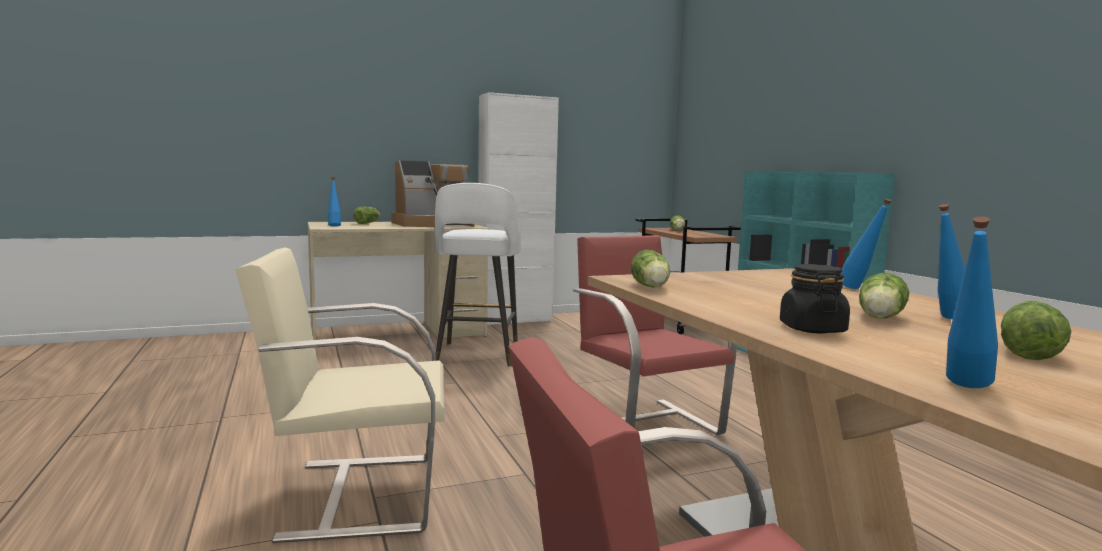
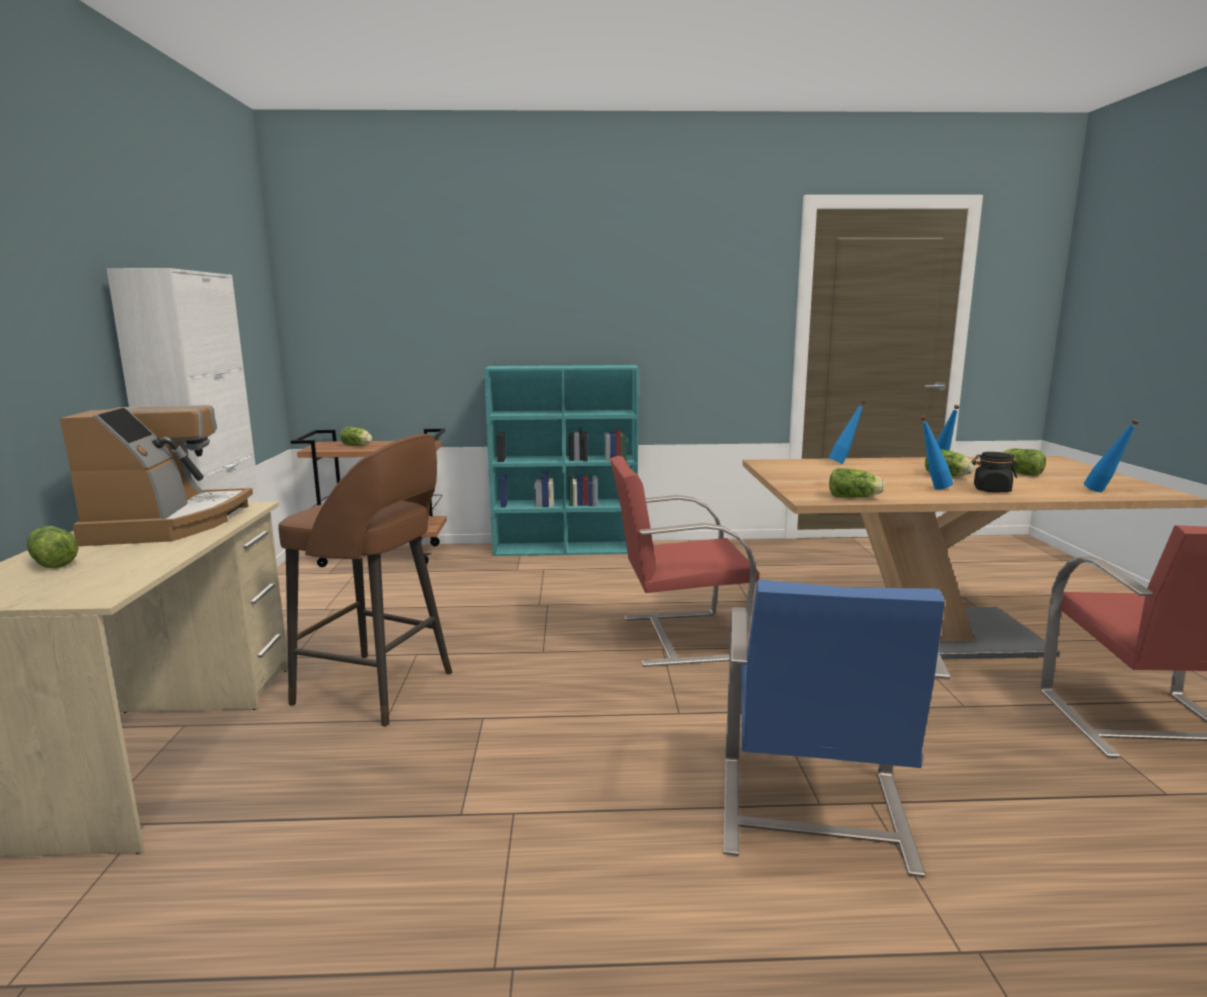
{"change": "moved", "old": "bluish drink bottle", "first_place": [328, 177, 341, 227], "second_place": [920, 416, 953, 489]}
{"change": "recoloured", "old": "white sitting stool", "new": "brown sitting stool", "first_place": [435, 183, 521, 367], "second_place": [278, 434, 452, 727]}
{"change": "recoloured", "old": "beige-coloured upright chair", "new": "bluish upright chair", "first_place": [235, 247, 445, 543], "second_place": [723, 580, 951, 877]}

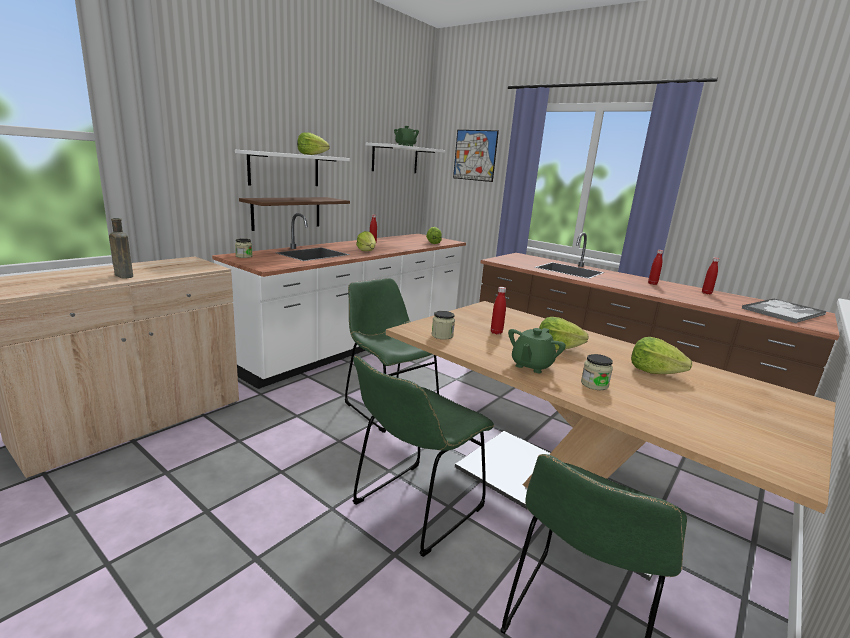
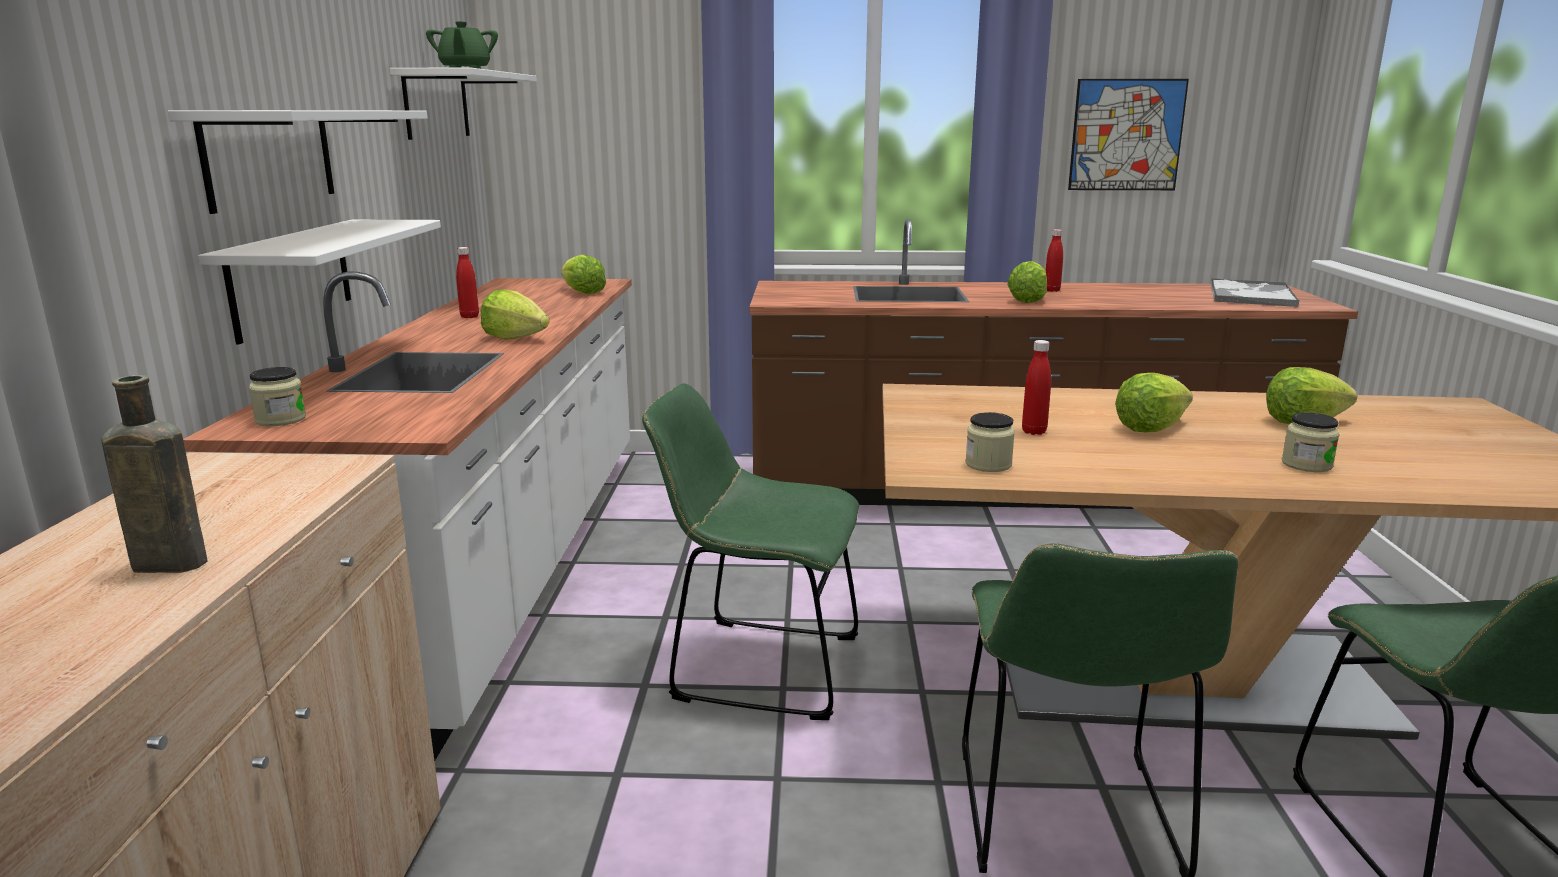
{"change": "moved", "old": "picture", "first_place": [453, 130, 499, 182], "second_place": [1068, 79, 1189, 190]}
{"change": "moved", "old": "lettuce", "first_place": [297, 132, 330, 155], "second_place": [1007, 261, 1047, 303]}
{"change": "recoloured", "old": "brown bracket shelf", "new": "white bracket shelf", "first_place": [239, 197, 350, 231], "second_place": [198, 220, 441, 345]}
{"change": "removed", "old": "reddish drink bottle", "first_place": [702, 258, 719, 294]}
{"change": "removed", "old": "greenish teapot", "first_place": [508, 328, 566, 373]}

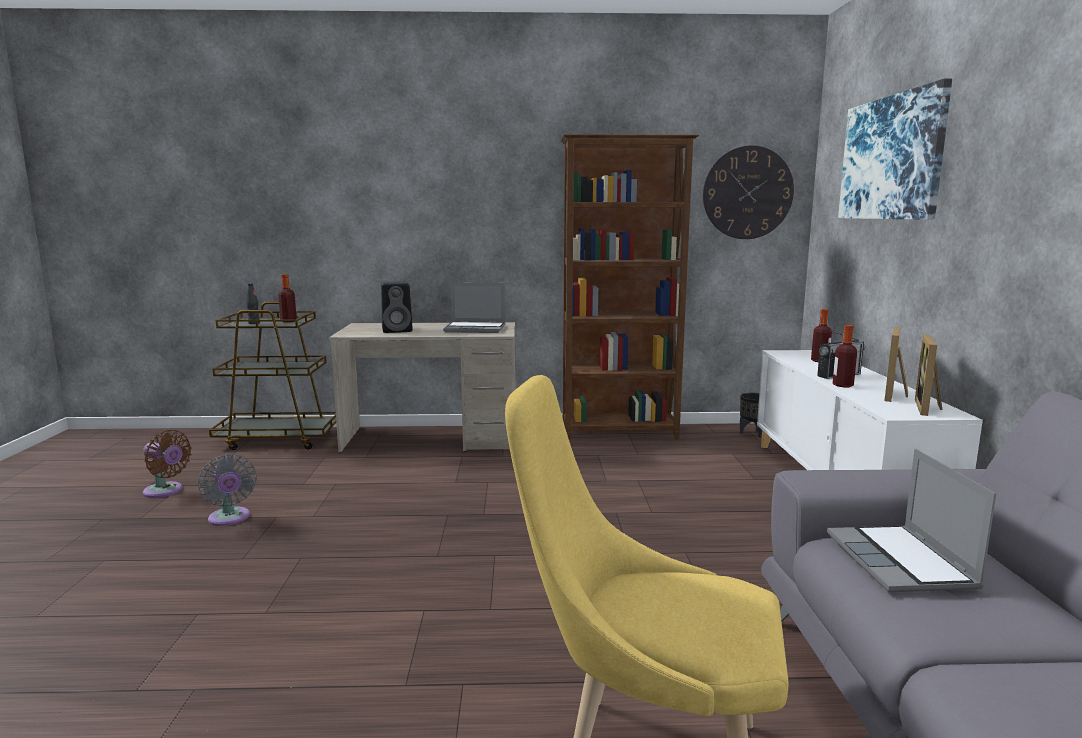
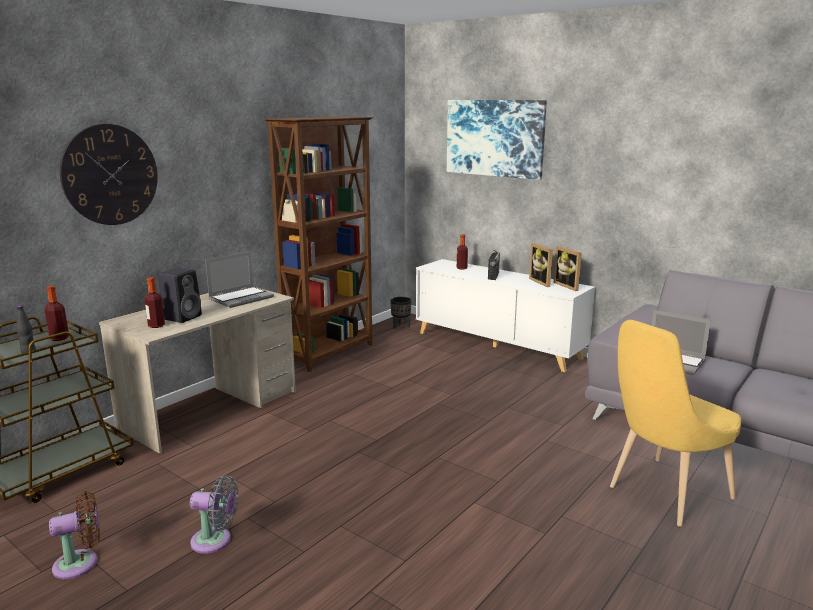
{"change": "moved", "old": "hanging clock", "first_place": [703, 145, 794, 239], "second_place": [60, 124, 158, 225]}
{"change": "moved", "old": "drink bottle", "first_place": [833, 325, 857, 387], "second_place": [145, 277, 165, 328]}

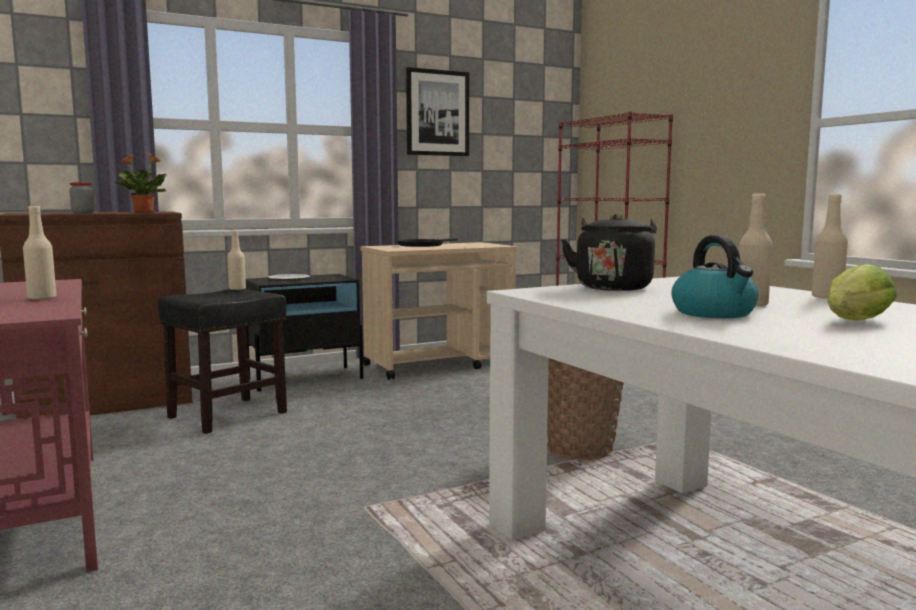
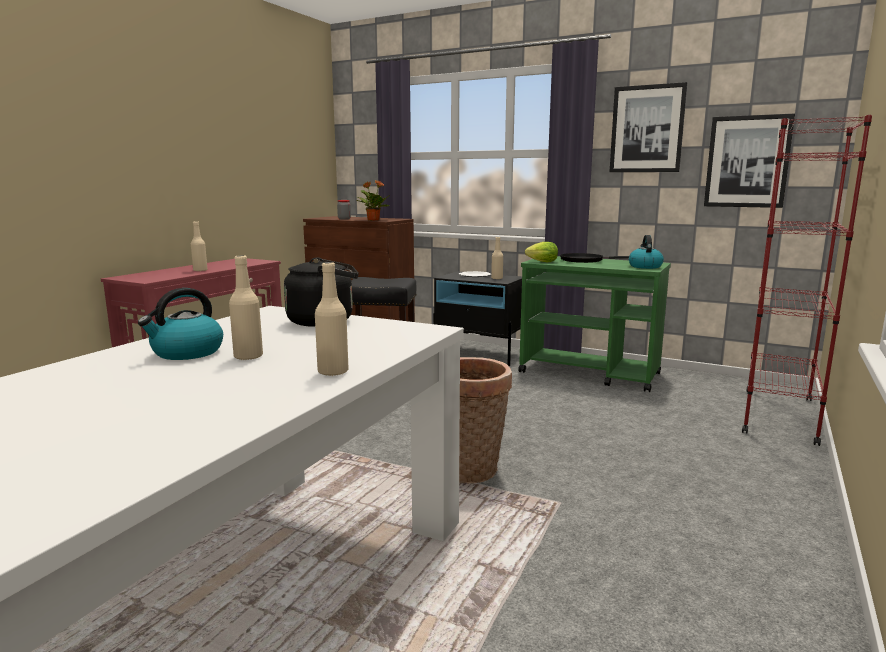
{"change": "moved", "old": "beige-coloured drink bottle", "first_place": [227, 230, 246, 290], "second_place": [491, 237, 503, 279]}
{"change": "recoloured", "old": "beige-coloured wheeled cart", "new": "greenish wheeled cart", "first_place": [361, 242, 518, 380], "second_place": [518, 256, 671, 392]}
{"change": "moved", "old": "lettuce", "first_place": [828, 264, 897, 320], "second_place": [525, 242, 558, 262]}
{"change": "added", "new": "picture", "second_place": [704, 113, 795, 208]}
{"change": "added", "new": "water kettle", "second_place": [629, 235, 664, 269]}

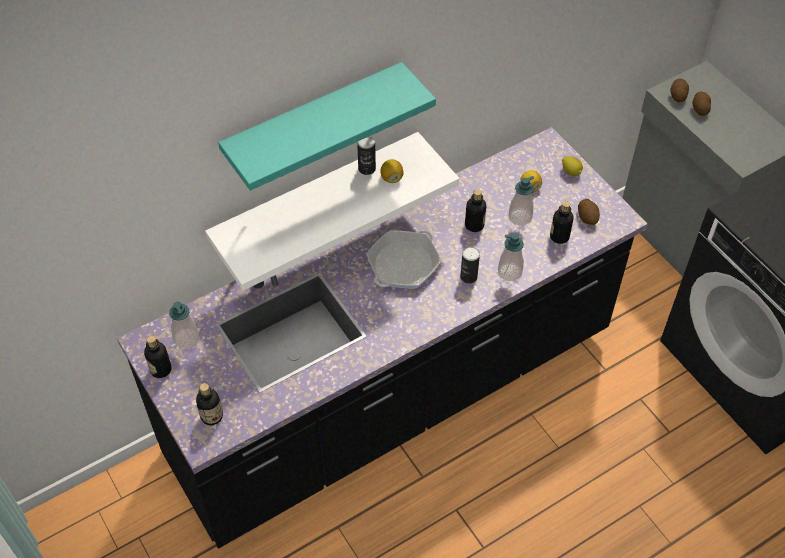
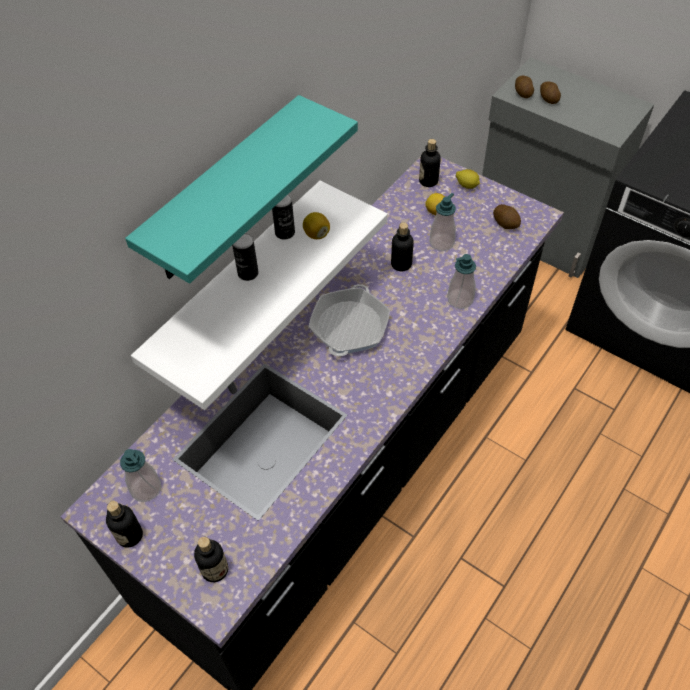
{"change": "moved", "old": "drink bottle", "first_place": [550, 201, 574, 244], "second_place": [419, 139, 441, 187]}
{"change": "moved", "old": "metal can", "first_place": [460, 247, 480, 284], "second_place": [232, 233, 259, 281]}

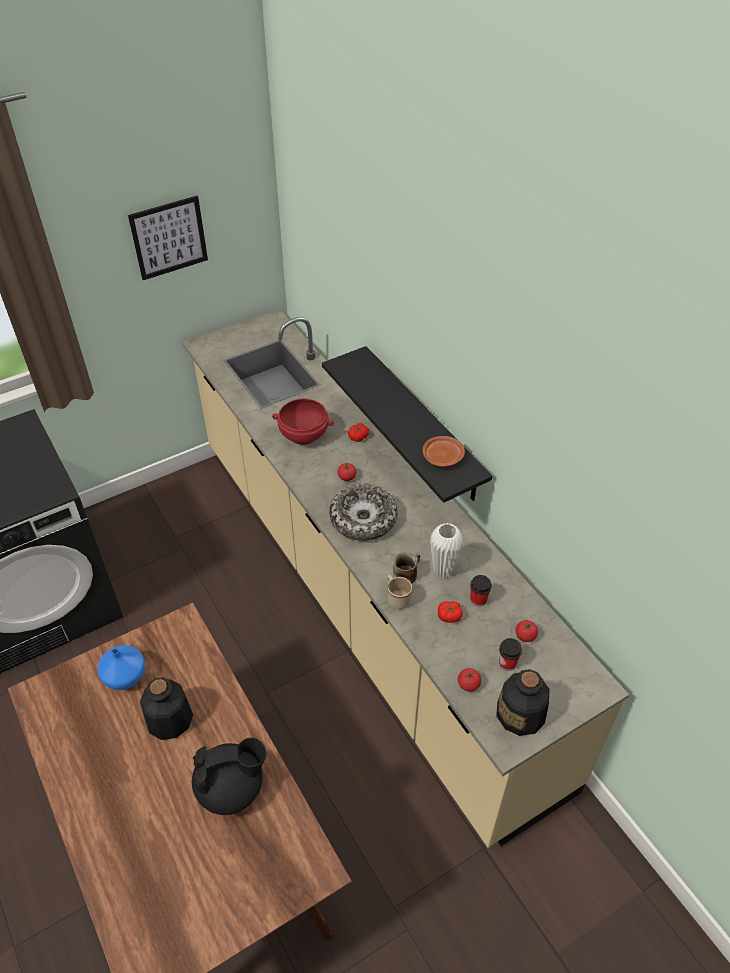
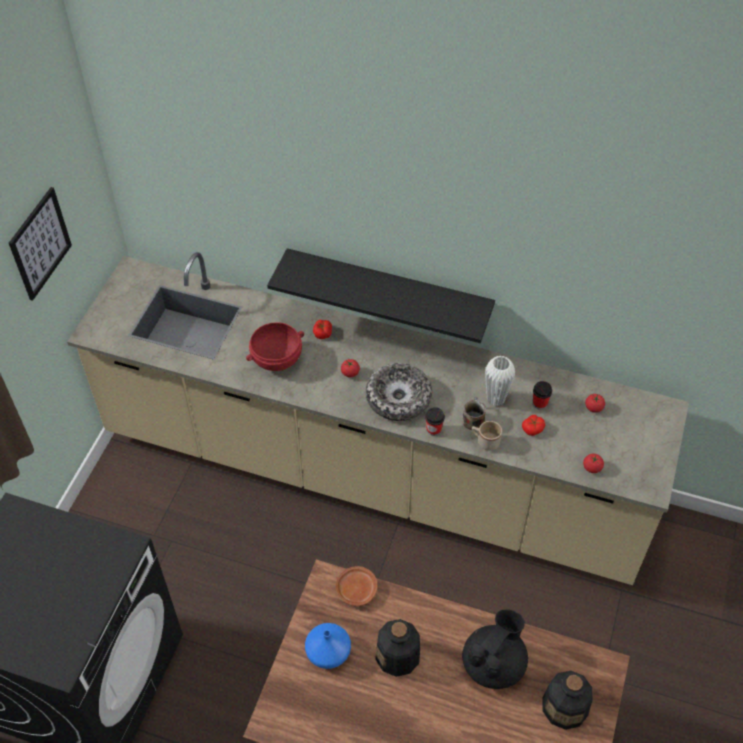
{"change": "moved", "old": "brown plate", "first_place": [423, 436, 465, 467], "second_place": [336, 566, 378, 606]}
{"change": "moved", "old": "small cup", "first_place": [499, 638, 522, 671], "second_place": [425, 407, 445, 436]}
{"change": "moved", "old": "drink bottle", "first_place": [496, 669, 550, 736], "second_place": [543, 670, 592, 730]}

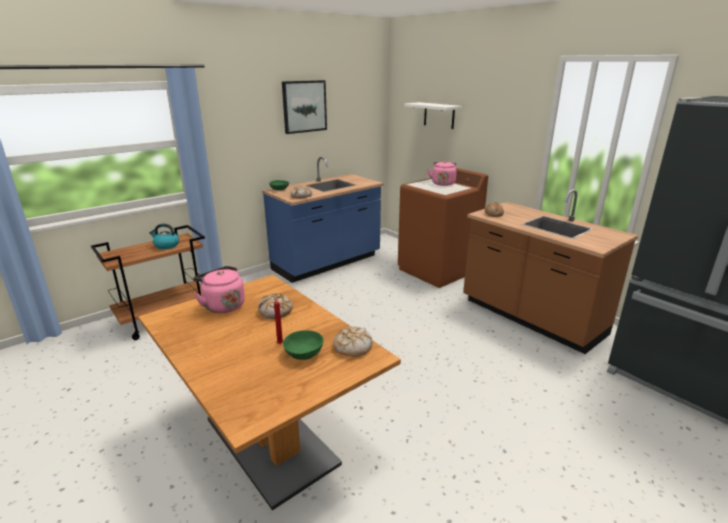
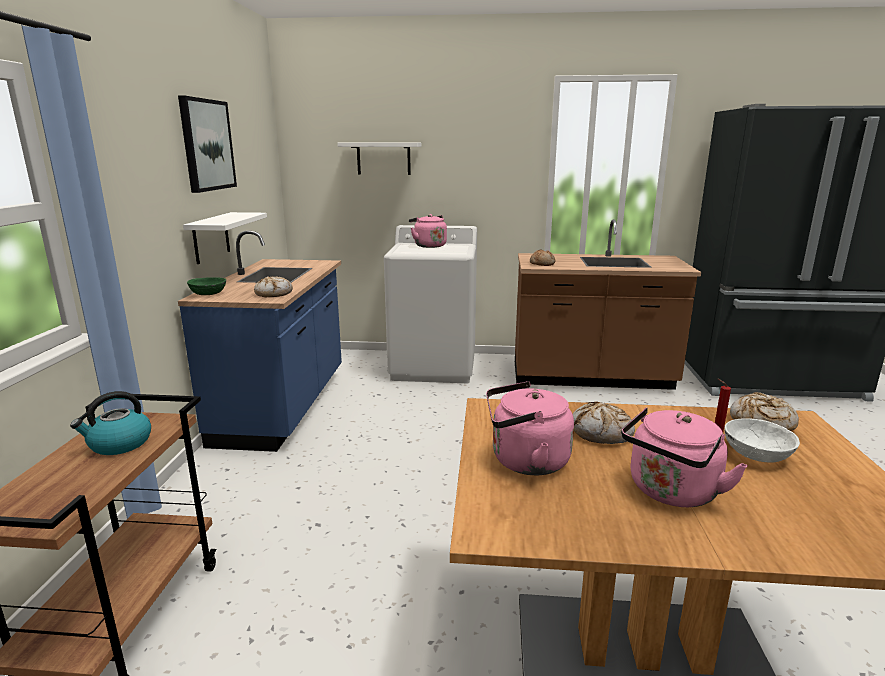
{"change": "recoloured", "old": "brown laundry machine", "new": "white laundry machine", "first_place": [398, 168, 488, 288], "second_place": [384, 225, 477, 383]}
{"change": "recoloured", "old": "greenish bowl", "new": "white bowl", "first_place": [283, 330, 324, 360], "second_place": [724, 418, 800, 463]}
{"change": "added", "new": "white bracket shelf", "second_place": [183, 212, 267, 264]}
{"change": "added", "new": "pink water kettle", "second_place": [621, 407, 748, 507]}

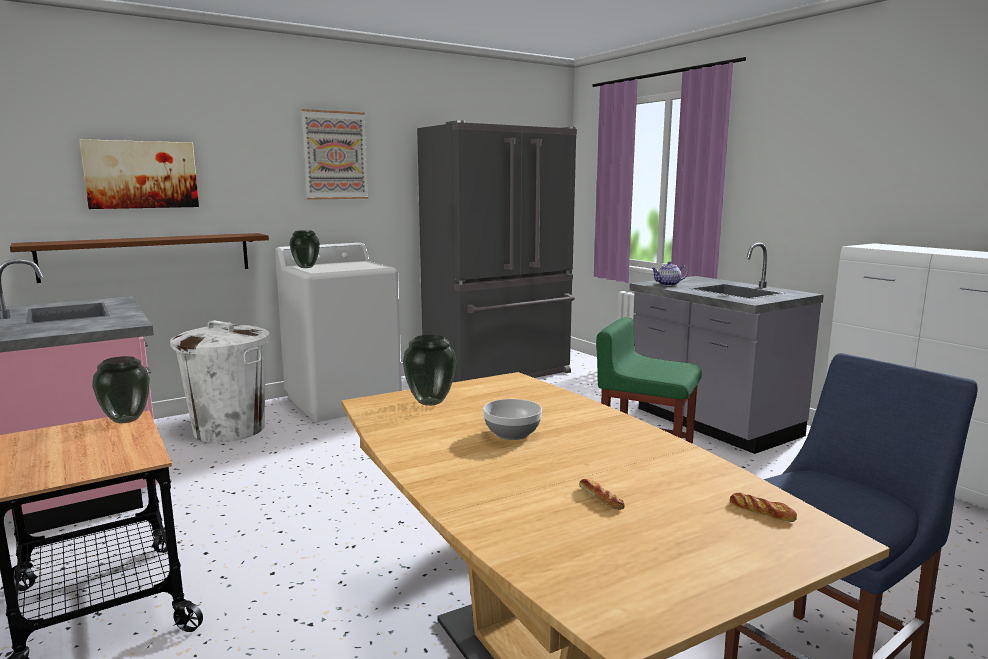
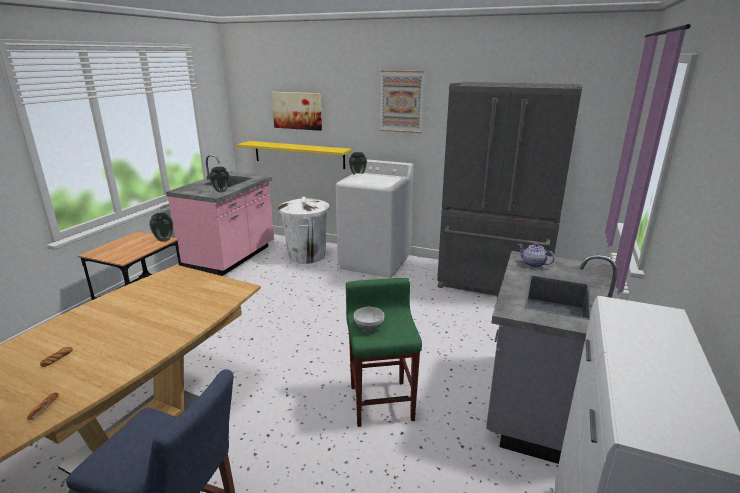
{"change": "recoloured", "old": "brown bracket shelf", "new": "yellow-coloured bracket shelf", "first_place": [10, 233, 269, 283], "second_place": [237, 141, 352, 169]}
{"change": "moved", "old": "decorative vase", "first_place": [403, 335, 456, 406], "second_place": [209, 167, 230, 192]}
{"change": "moved", "old": "bowl", "first_place": [483, 399, 542, 440], "second_place": [354, 307, 384, 331]}

